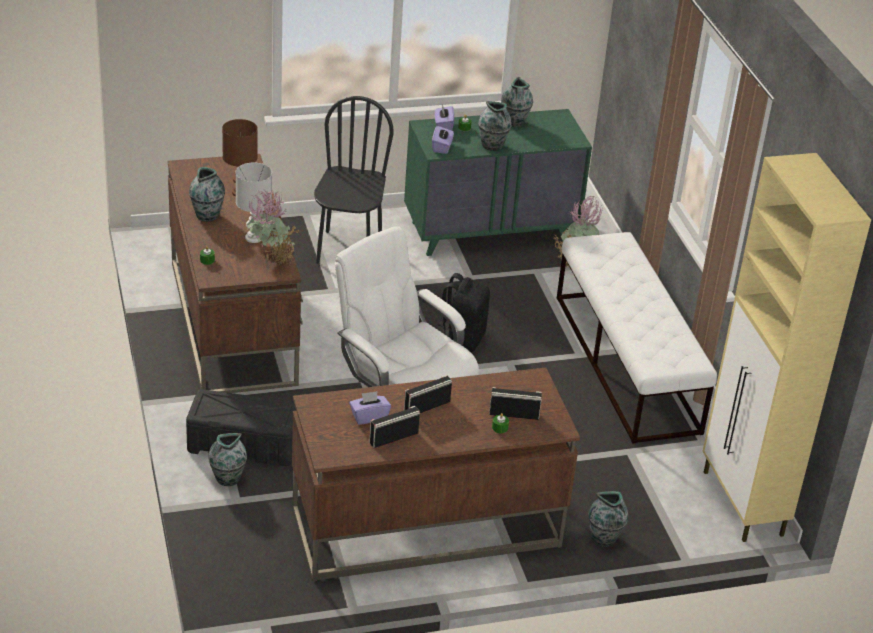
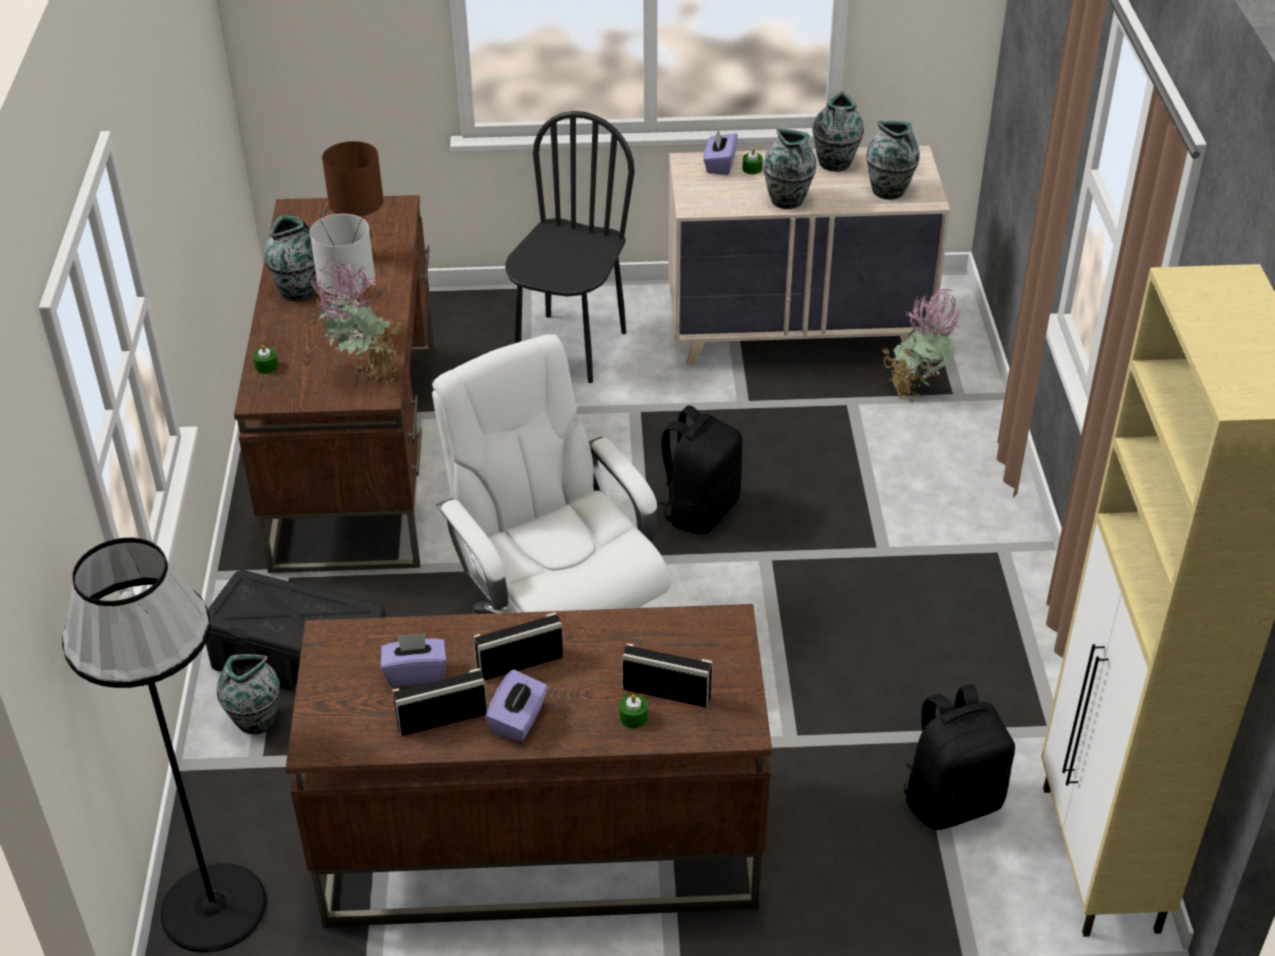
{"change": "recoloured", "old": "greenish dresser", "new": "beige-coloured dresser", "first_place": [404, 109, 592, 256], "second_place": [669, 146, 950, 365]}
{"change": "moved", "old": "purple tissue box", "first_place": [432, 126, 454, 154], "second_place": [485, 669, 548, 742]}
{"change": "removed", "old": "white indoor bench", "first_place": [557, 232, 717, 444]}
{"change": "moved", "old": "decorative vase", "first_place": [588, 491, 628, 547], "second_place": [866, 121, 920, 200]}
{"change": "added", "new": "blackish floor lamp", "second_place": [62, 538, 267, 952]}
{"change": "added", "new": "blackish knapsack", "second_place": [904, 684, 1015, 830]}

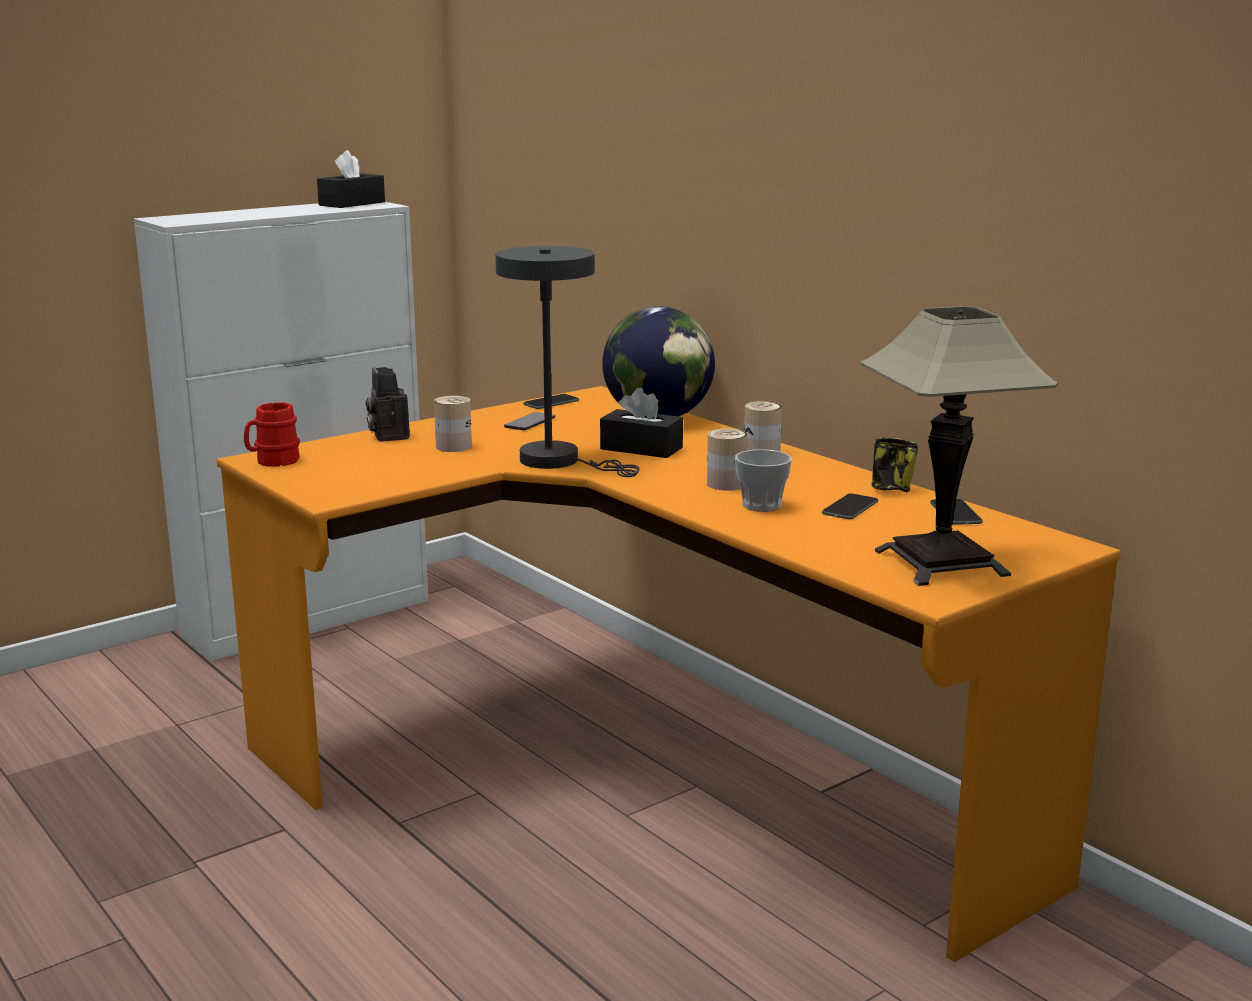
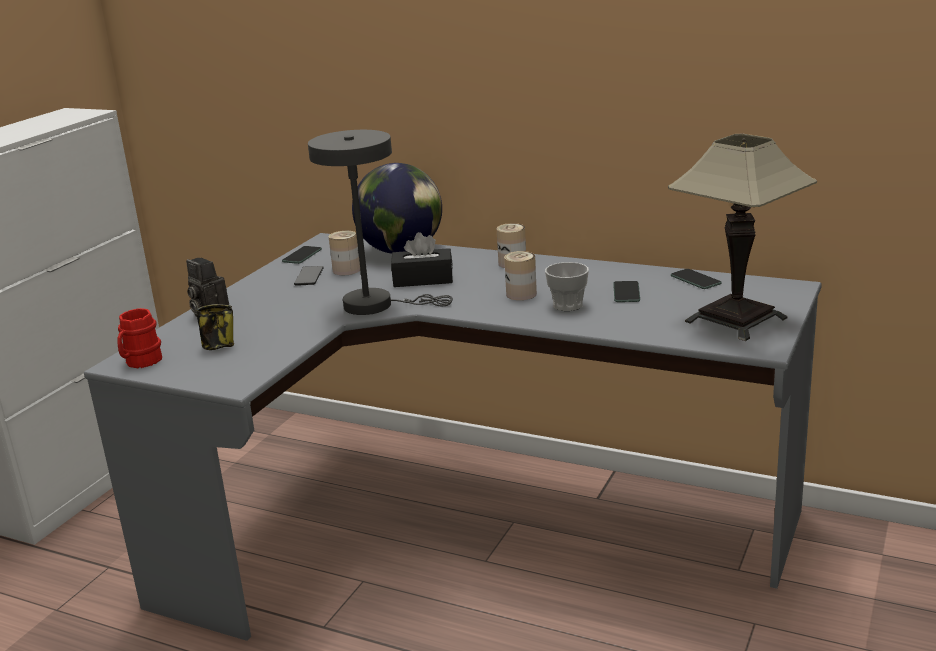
{"change": "removed", "old": "blackish tissue box", "first_place": [317, 150, 385, 208]}
{"change": "recoloured", "old": "orangey desk table", "new": "gray desk table", "first_place": [217, 386, 1121, 962], "second_place": [84, 233, 822, 641]}
{"change": "moved", "old": "metal can", "first_place": [434, 396, 472, 452], "second_place": [329, 231, 360, 275]}
{"change": "moved", "old": "mug", "first_place": [872, 437, 918, 492], "second_place": [196, 304, 234, 350]}

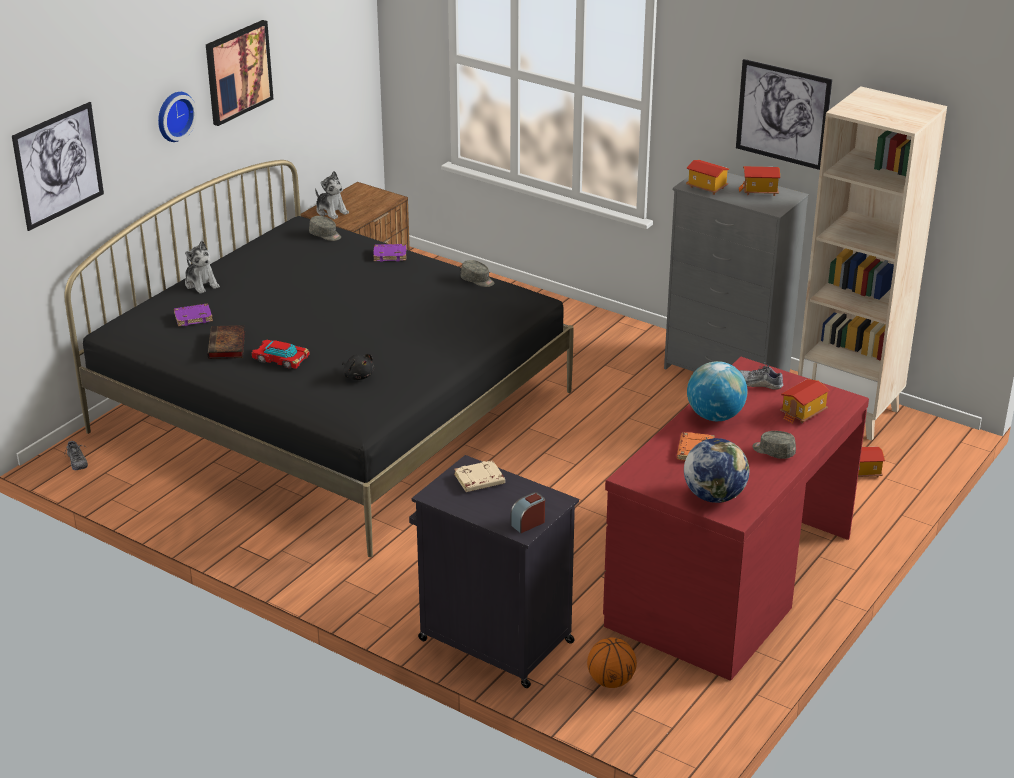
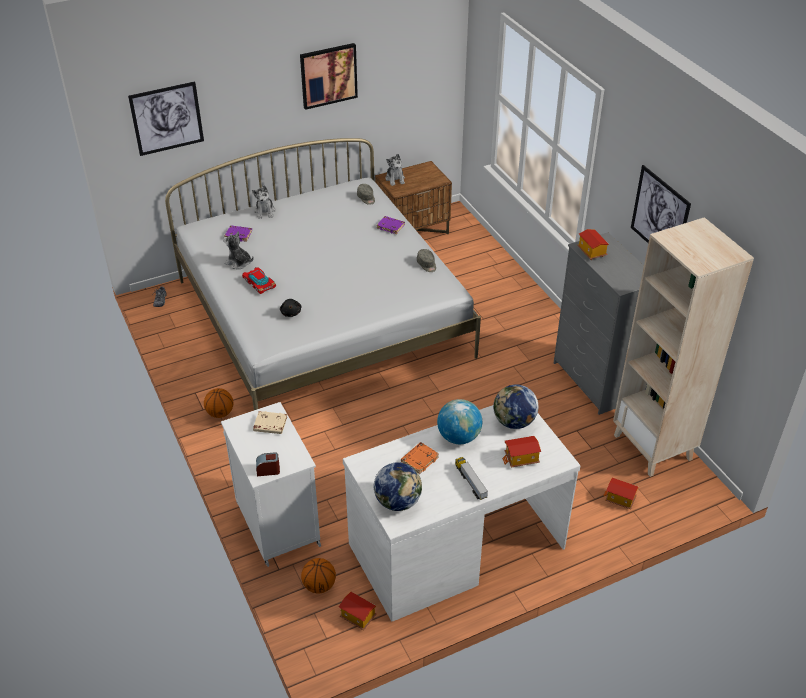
{"change": "removed", "old": "hanging clock", "first_place": [158, 92, 197, 142]}
{"change": "recoloured", "old": "blackish bedroom bed", "new": "white bedroom bed", "first_place": [65, 160, 574, 557], "second_place": [165, 138, 481, 410]}
{"change": "moved", "old": "model house", "first_place": [739, 166, 780, 196], "second_place": [339, 592, 376, 630]}
{"change": "replaced", "old": "book", "new": "soft toy", "first_place": [208, 325, 245, 359], "second_place": [223, 231, 254, 269]}
{"change": "recoloured", "old": "reddish desk table", "new": "white desk table", "first_place": [603, 357, 869, 681], "second_place": [343, 405, 581, 621]}
{"change": "replaced", "old": "shoe", "new": "desk globe", "first_place": [739, 362, 783, 390], "second_place": [493, 384, 539, 429]}
{"change": "replaced", "old": "gray cap", "new": "toy truck", "first_place": [753, 431, 796, 459], "second_place": [455, 457, 488, 500]}
{"change": "recoloured", "old": "blackish cupboard", "new": "white cupboard", "first_place": [409, 455, 579, 688], "second_place": [221, 402, 321, 567]}
{"change": "added", "new": "ball for basketball", "second_place": [204, 388, 233, 418]}

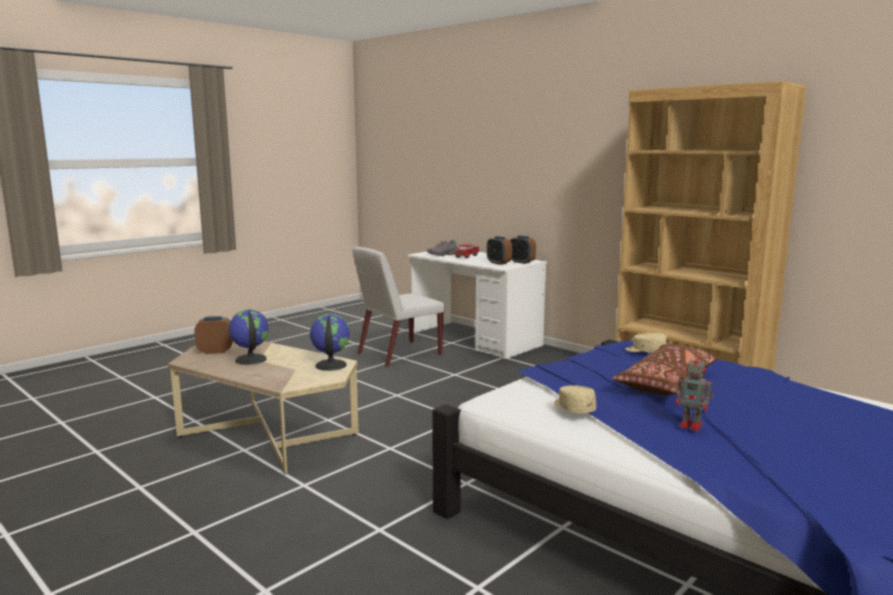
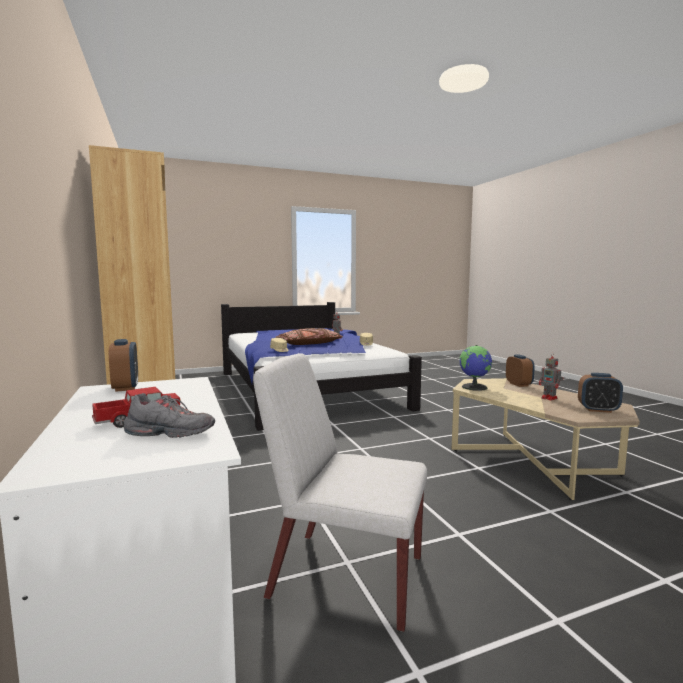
{"change": "moved", "old": "table clock", "first_place": [487, 236, 512, 265], "second_place": [506, 354, 535, 387]}
{"change": "turned", "old": "white upright chair", "first_place": [352, 247, 445, 367], "second_place": [253, 353, 427, 632], "degrees": -150}
{"change": "replaced", "old": "desk globe", "new": "toy robot", "first_place": [229, 309, 269, 365], "second_place": [539, 352, 563, 401]}

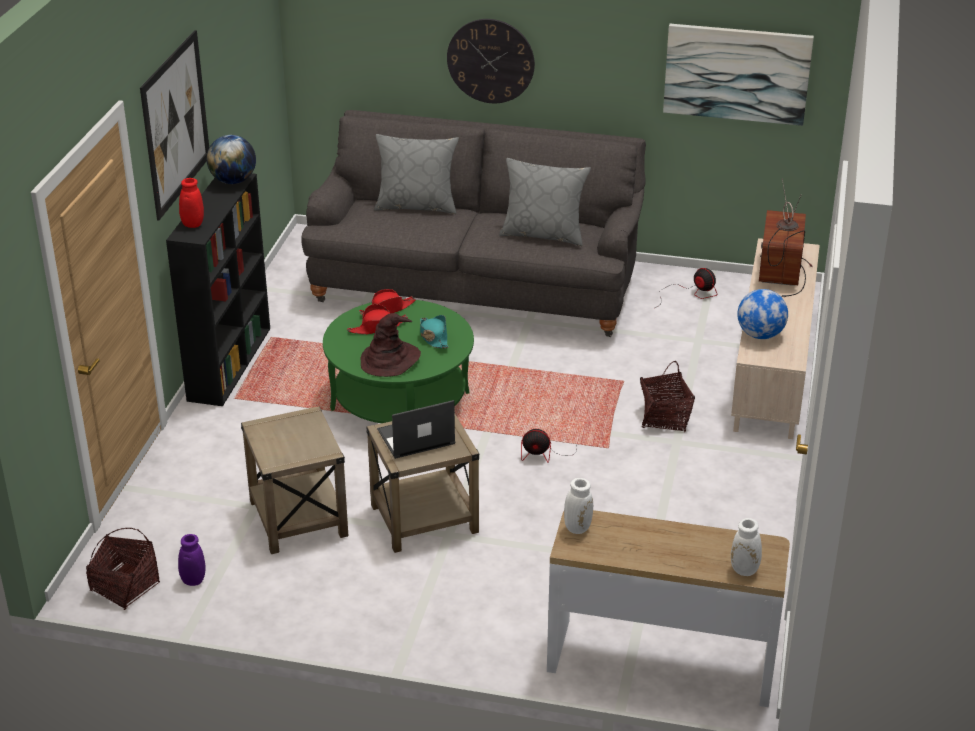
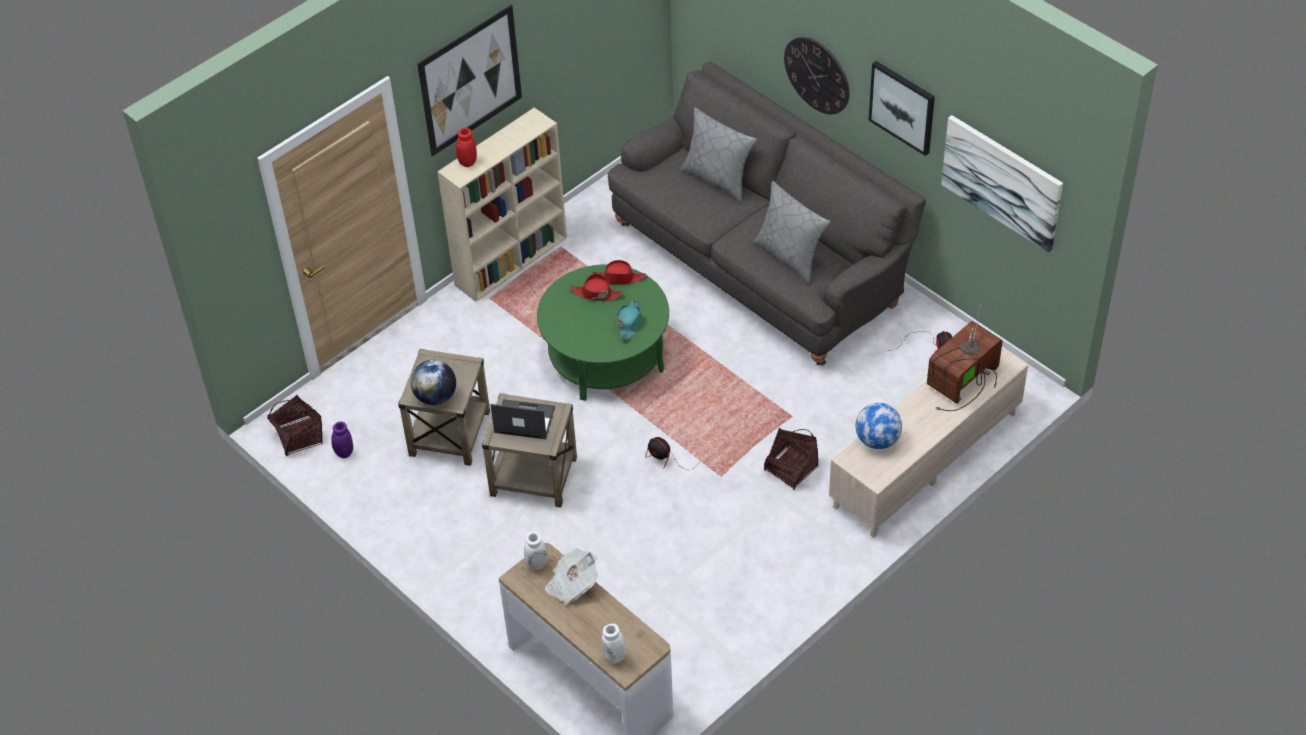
{"change": "moved", "old": "desk globe", "first_place": [207, 135, 256, 184], "second_place": [411, 360, 456, 405]}
{"change": "recoloured", "old": "blackish bookcase", "new": "beige-coloured bookcase", "first_place": [166, 173, 270, 406], "second_place": [438, 108, 567, 302]}
{"change": "removed", "old": "brown hat", "first_place": [361, 313, 421, 377]}
{"change": "added", "new": "picture", "second_place": [868, 61, 935, 156]}
{"change": "added", "new": "daily paper", "second_place": [545, 548, 598, 604]}

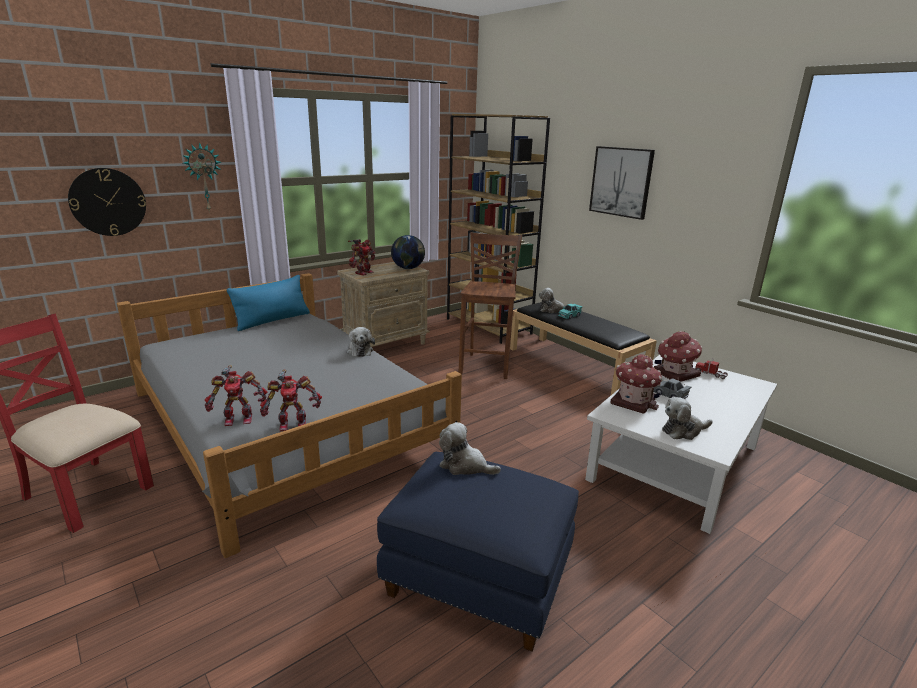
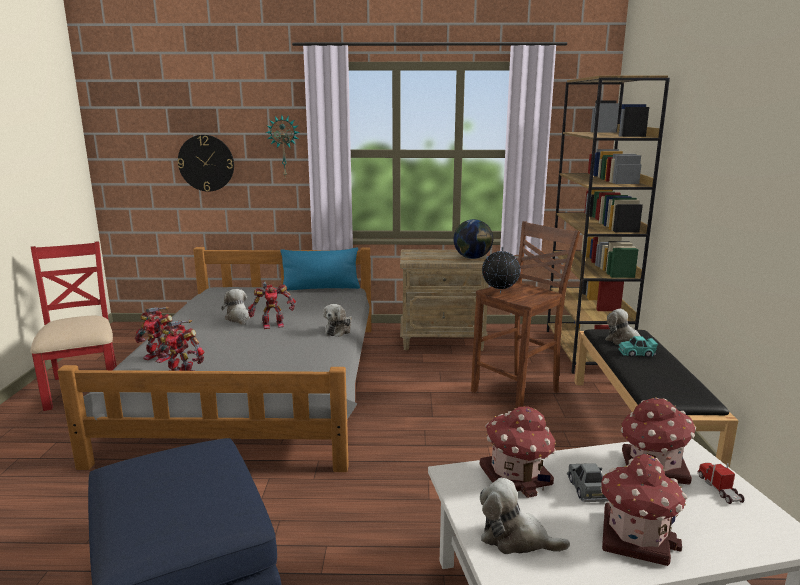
{"change": "removed", "old": "picture", "first_place": [589, 146, 655, 220]}
{"change": "moved", "old": "toy robot", "first_place": [348, 239, 375, 276], "second_place": [248, 282, 296, 329]}
{"change": "moved", "old": "soft toy", "first_place": [439, 422, 501, 475], "second_place": [221, 289, 250, 325]}
{"change": "added", "new": "desk globe", "second_place": [482, 247, 520, 293]}
{"change": "added", "new": "model house", "second_place": [600, 454, 687, 566]}

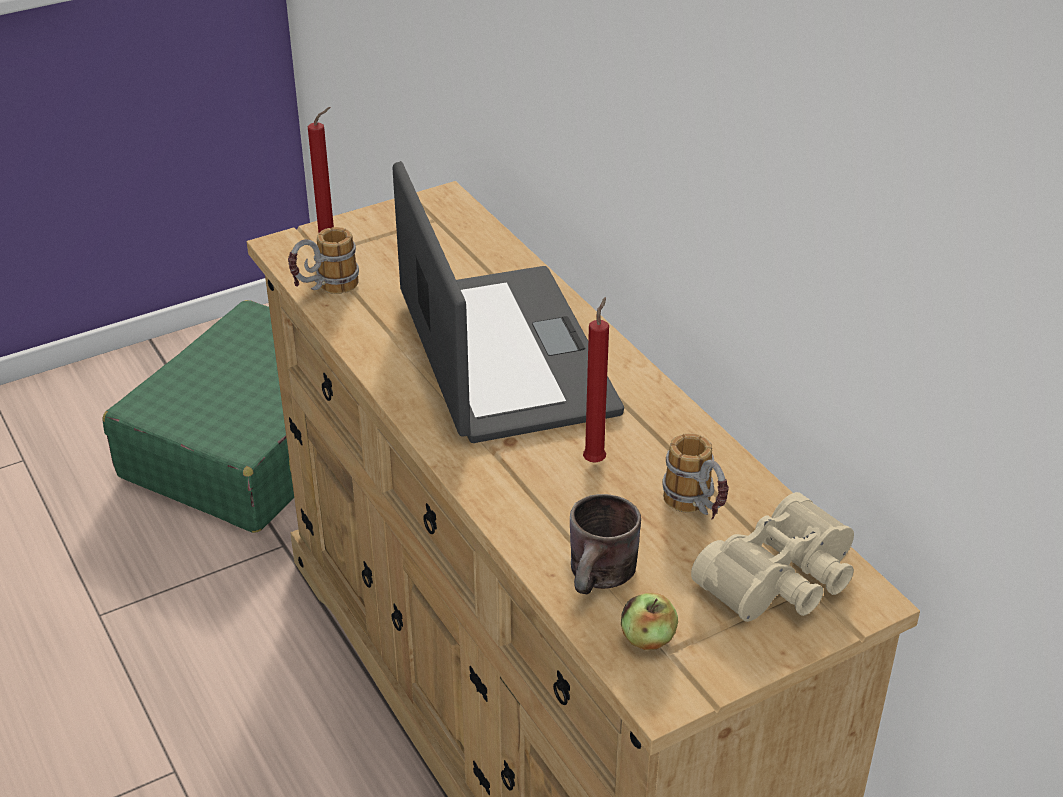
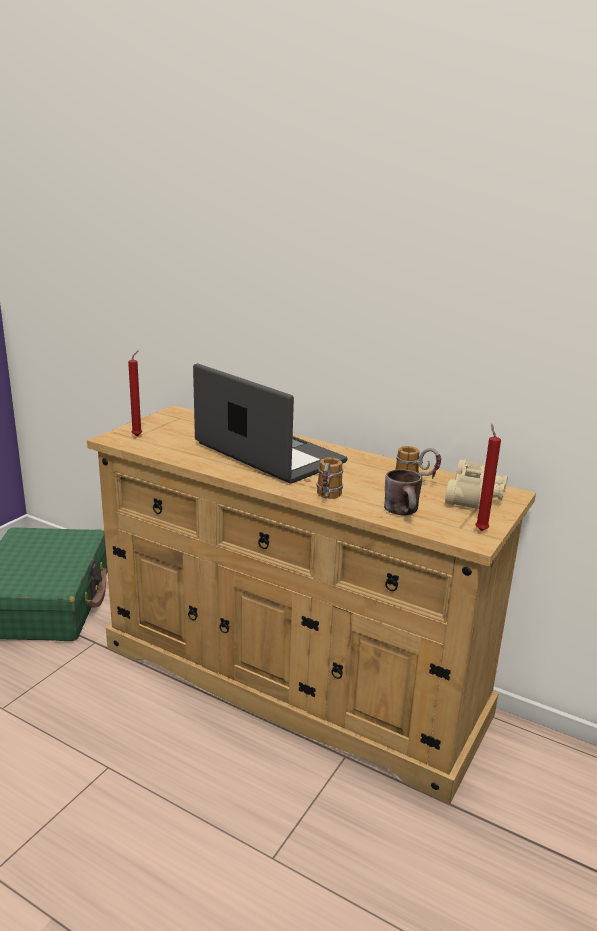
{"change": "moved", "old": "mug", "first_place": [288, 227, 359, 294], "second_place": [317, 457, 343, 499]}
{"change": "moved", "old": "reddish candle", "first_place": [583, 297, 609, 463], "second_place": [475, 424, 501, 531]}
{"change": "removed", "old": "apple fruit", "first_place": [621, 593, 678, 650]}

